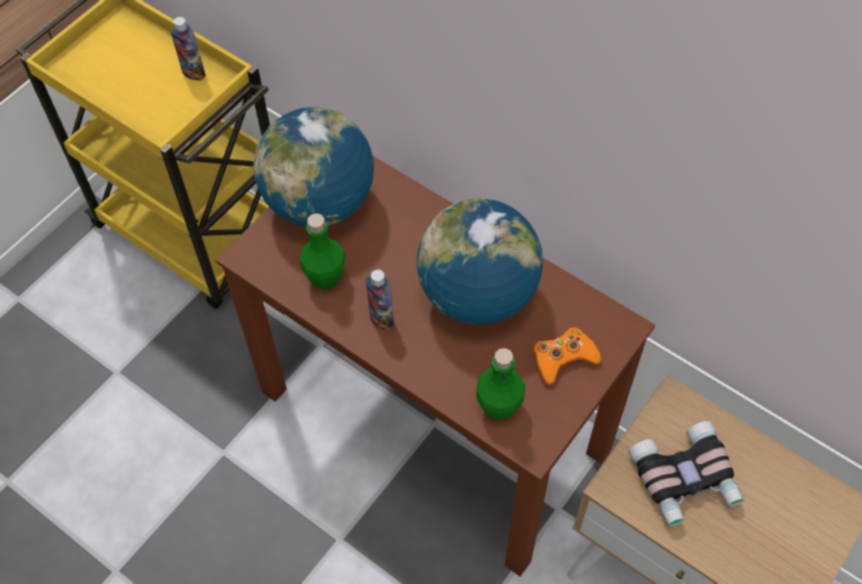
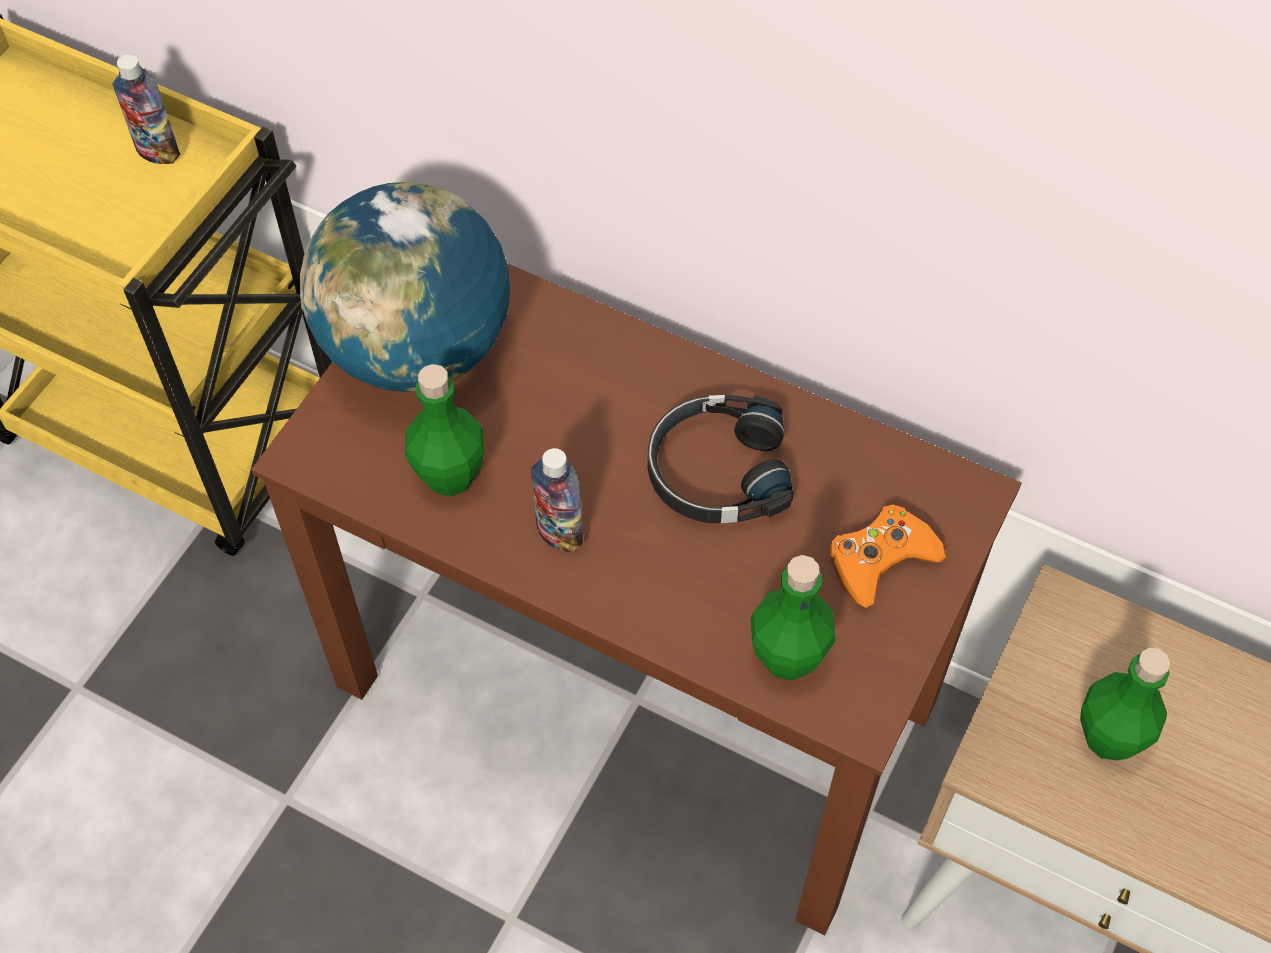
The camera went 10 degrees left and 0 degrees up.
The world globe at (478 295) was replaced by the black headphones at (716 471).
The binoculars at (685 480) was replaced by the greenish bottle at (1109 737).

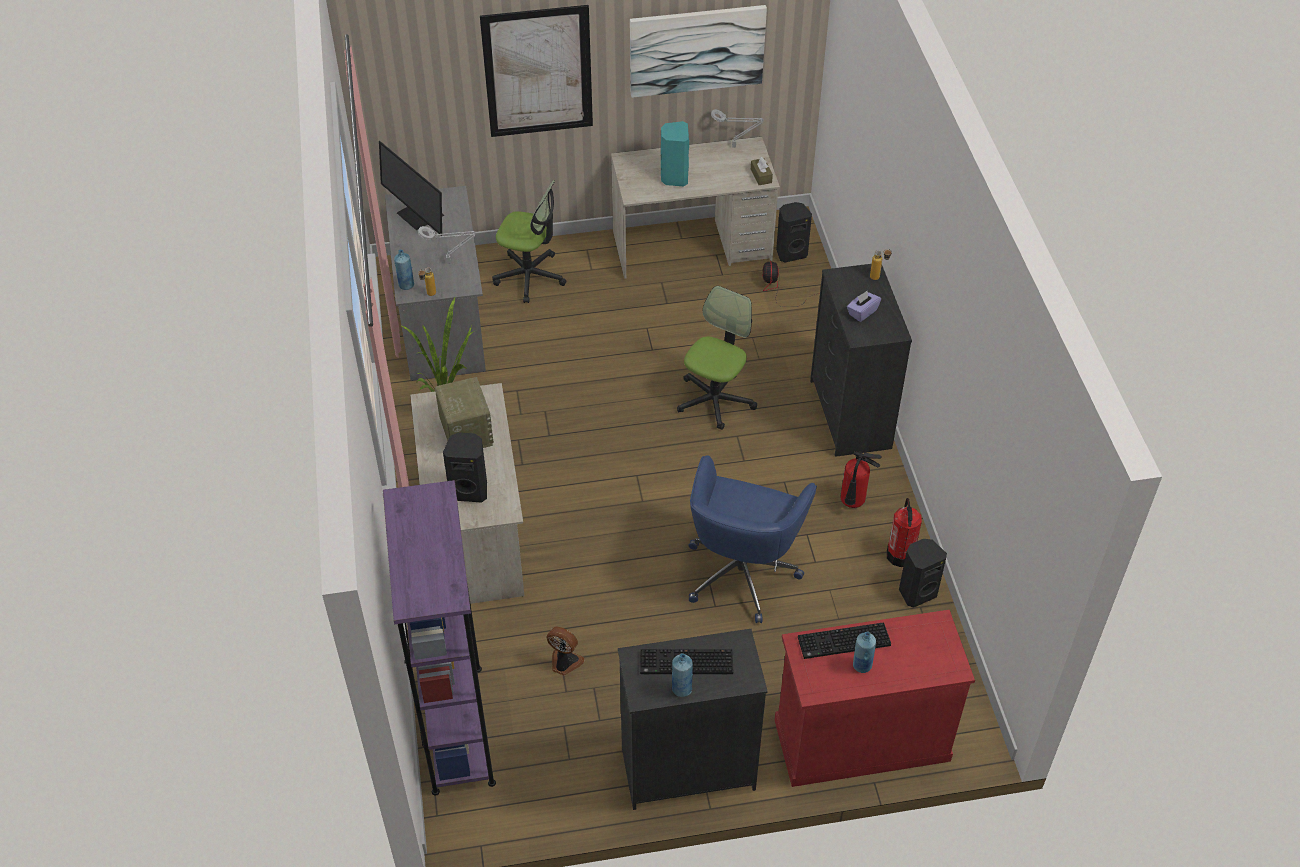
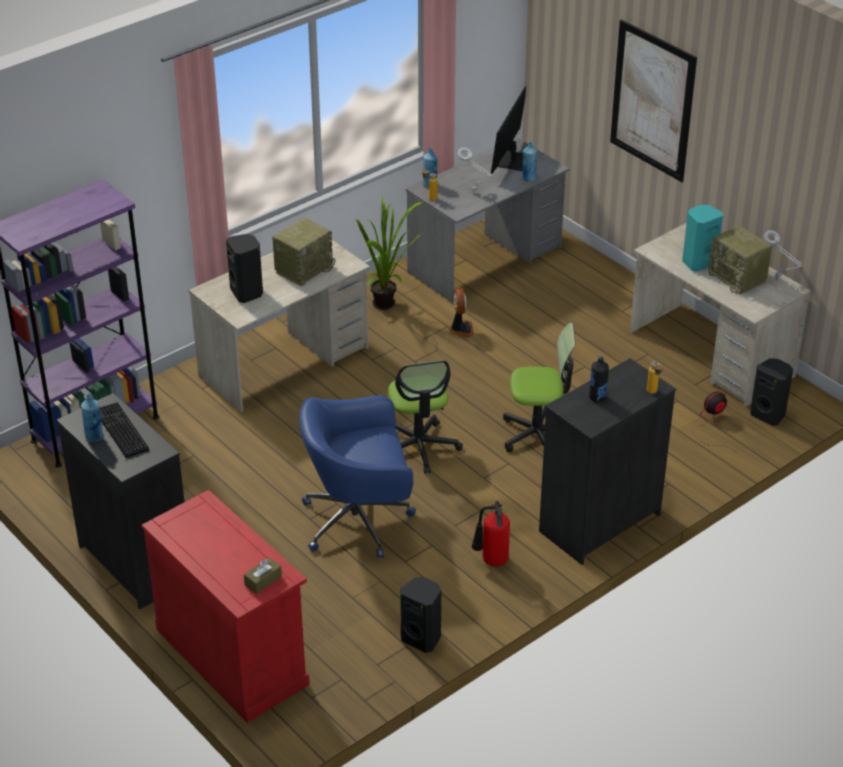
The camera went 60 degrees right and 10 degrees down.
The brown tissue holder moved from (761 176) to (263 580).
The office chair moved from (530 276) to (419 447).
The cooling fan moved from (564 663) to (461 329).
The blue-coloured bottle moved from (861 665) to (529 178).
The purple tissue holder at (862 312) was replaced by the black bottle at (597 398).
The radio set at (738 278) appeared.
The wall art at (697 50) disappeared.
The PC keyboard at (843 643) disappeared.
The fire-fighting cylinder at (900 555) disappeared.

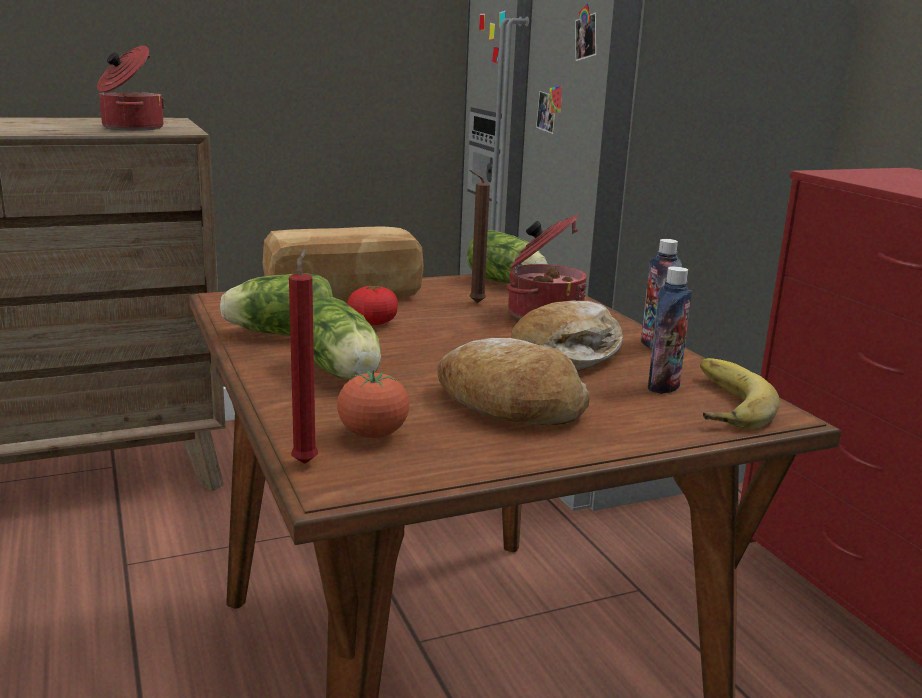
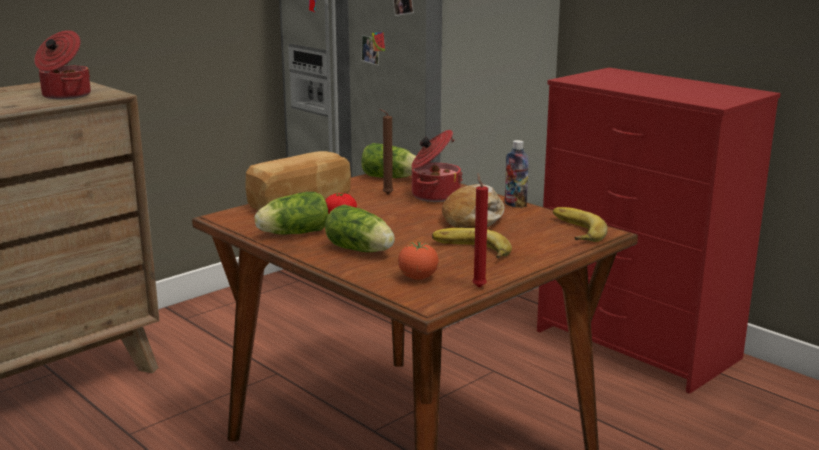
The camera went 20 degrees left and 0 degrees up.
The baked bread at (509 405) was replaced by the banana fruit at (470 251).
The red-coloured candle moved from (306 461) to (478 286).
The bottle at (663 386) disappeared.

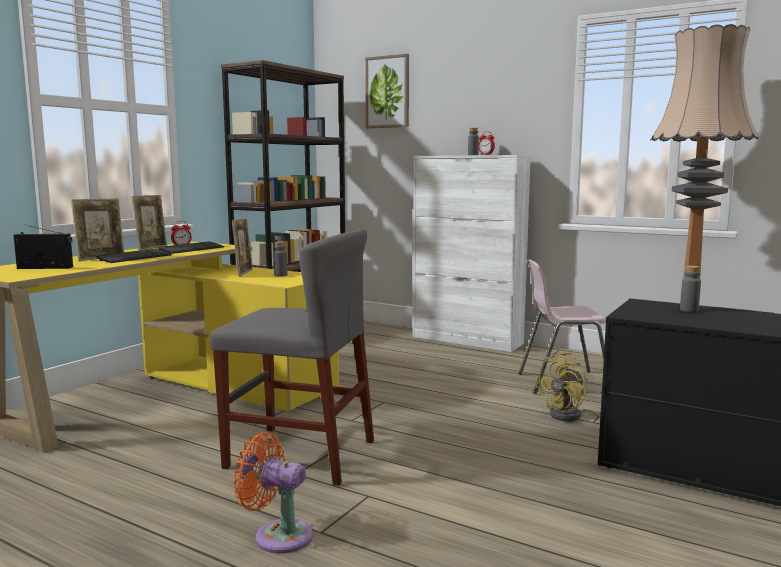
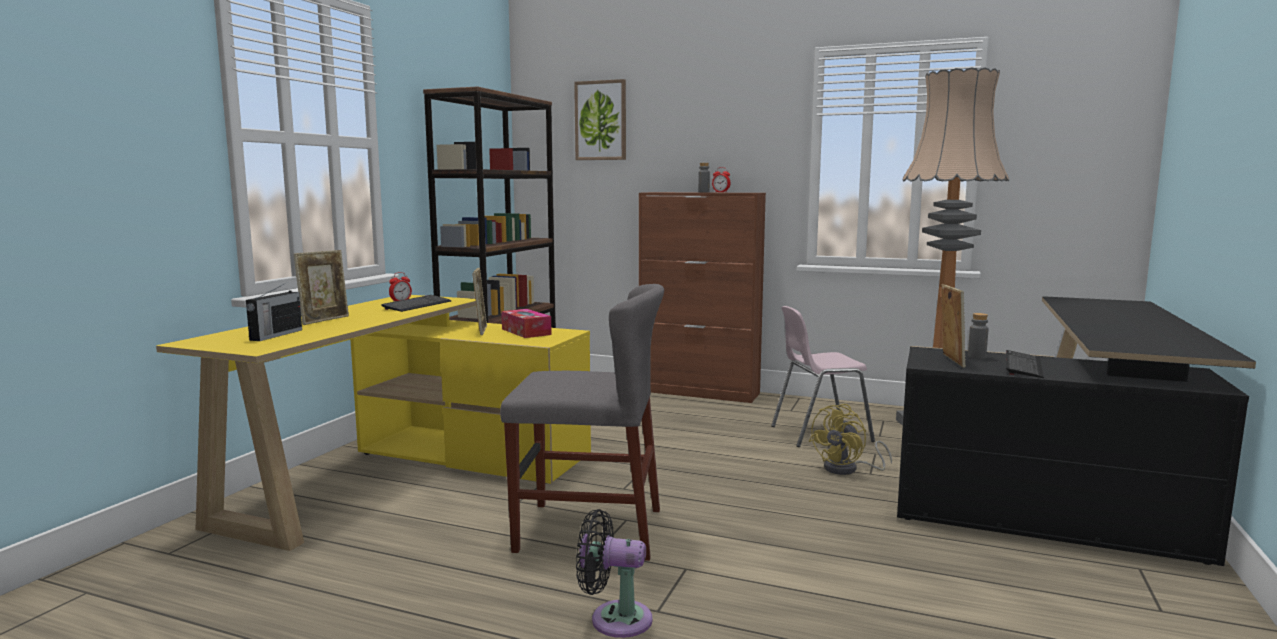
The camera went 10 degrees left and 0 degrees up.
The radio set at (46 268) turned 120 degrees clockwise.
The grey bottle at (281 275) was replaced by the tissue holder at (526 332).
The orange-coloured cooling fan at (278 535) became the black cooling fan at (614 619).
The white cabinet at (467 340) became the brown cabinet at (699 392).
The picture frame moved from (151 248) to (950 360).
The PC keyboard moved from (135 258) to (1023 366).

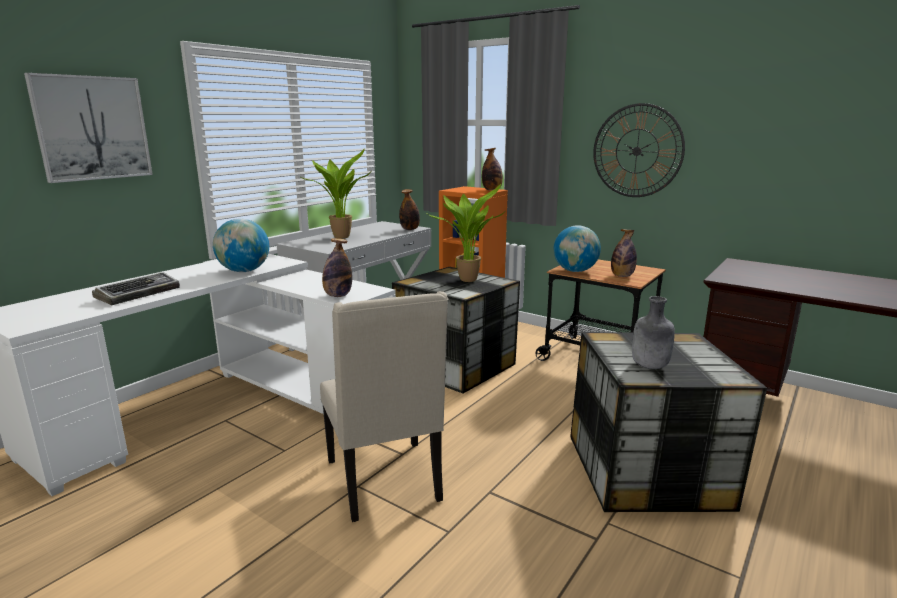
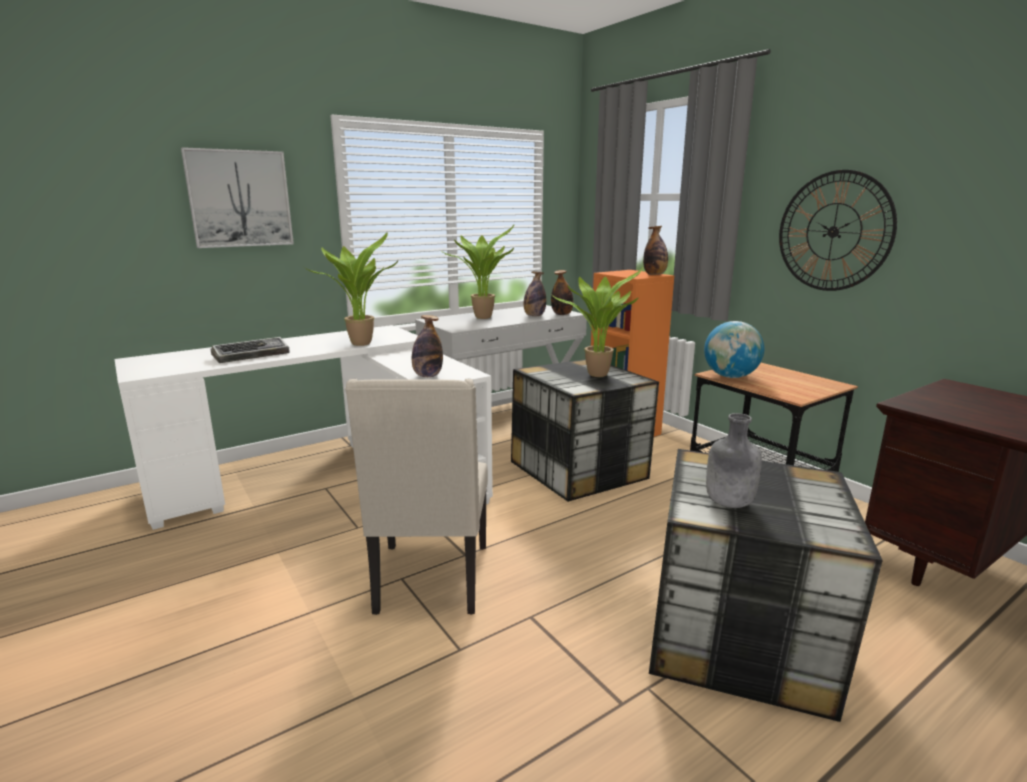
The camera went 20 degrees right and 0 degrees up.
The world globe at (244 271) was replaced by the houseplant at (360 343).
The bottle moved from (622 276) to (534 316).

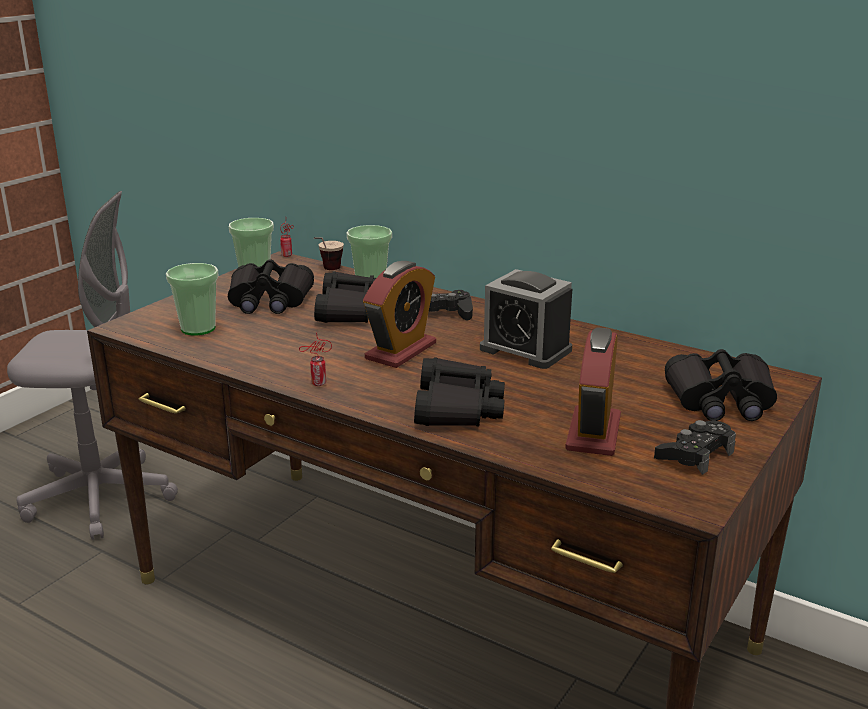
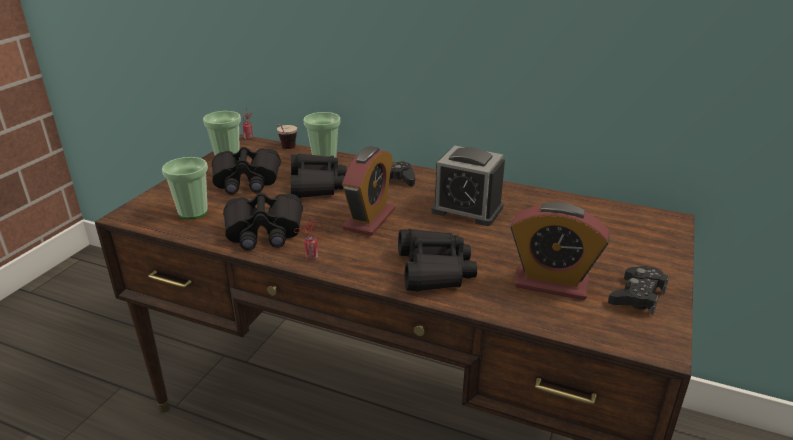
The camera went 10 degrees left and 5 degrees up.
The black binoculars moved from (720 401) to (264 232).
The table clock at (593 433) turned 75 degrees counterclockwise.
The grey office chair at (100 497) disappeared.

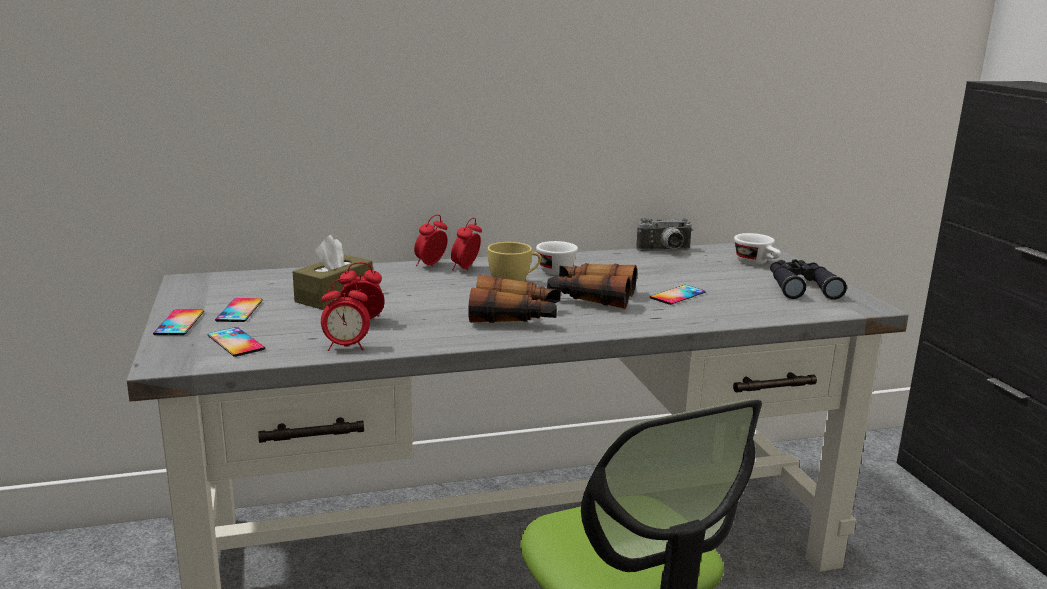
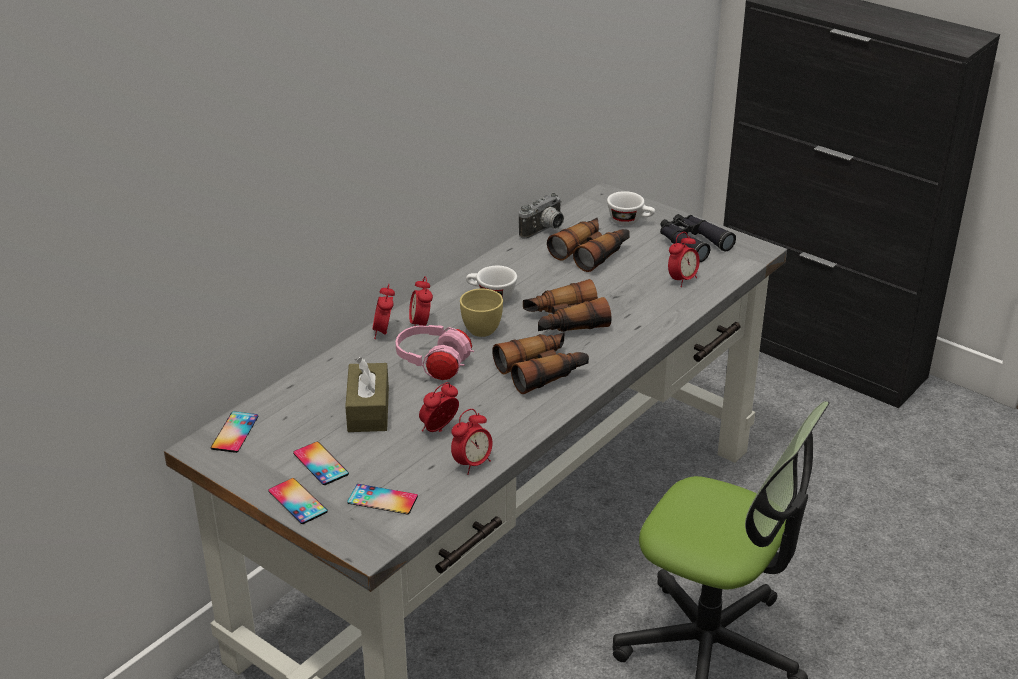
The camera went 35 degrees left and 15 degrees up.
The phone moved from (677 295) to (235 432).
The pink headphones at (434 366) appeared.
The binoculars at (591 252) appeared.
The table clock at (682 280) appeared.

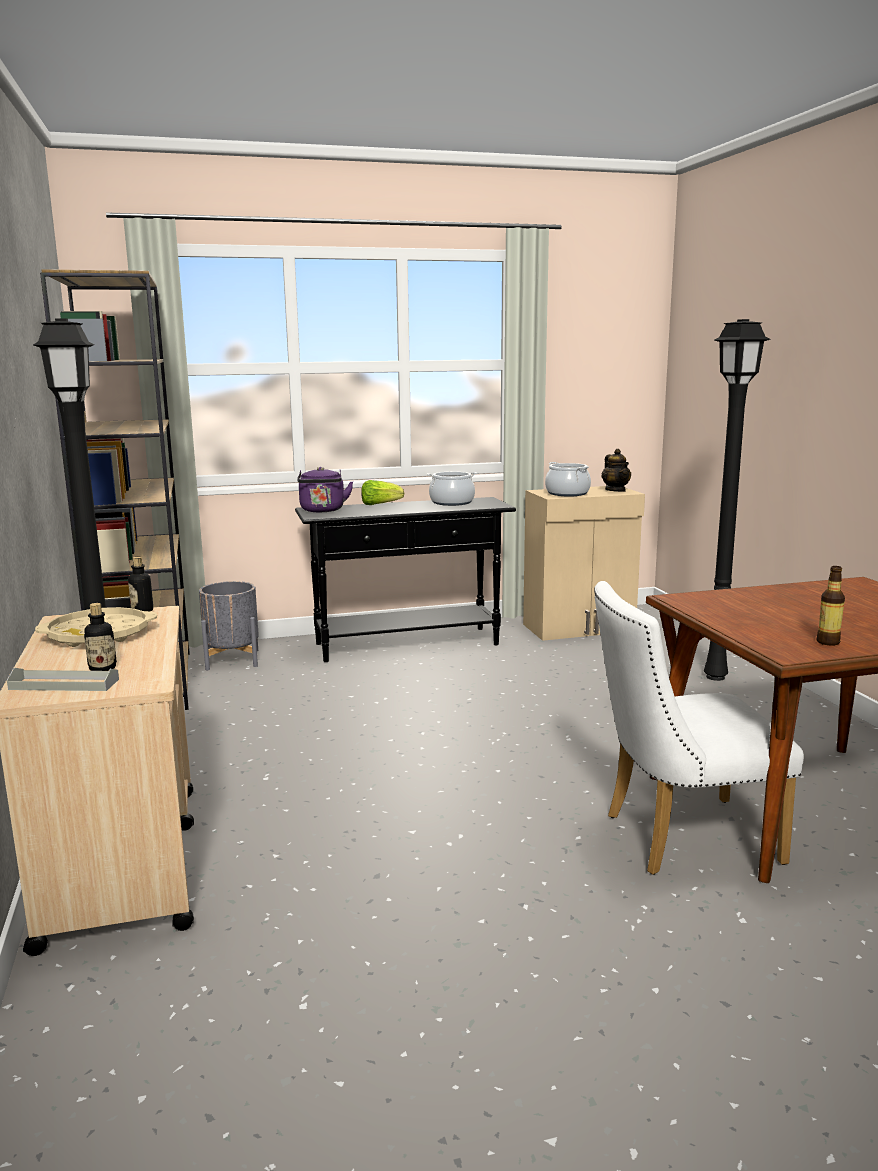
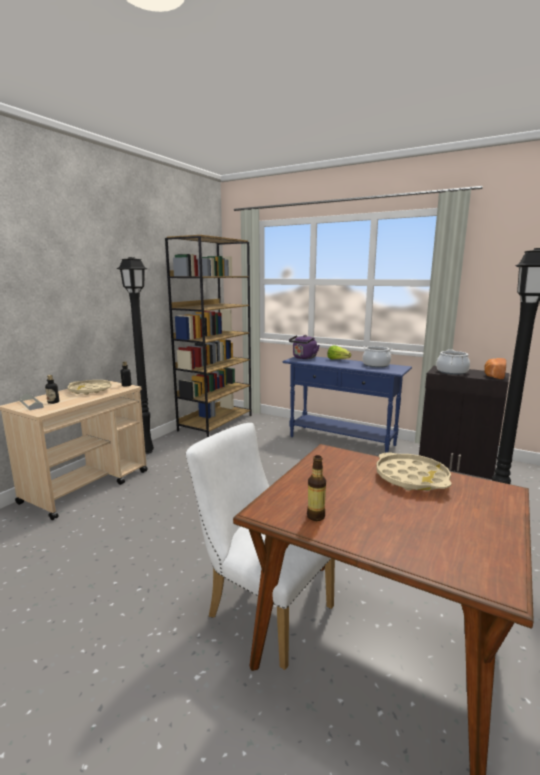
The camera went 45 degrees right and 0 degrees up.
The black hall table at (408 644) became the blue-coloured hall table at (342 441).
The sand-coloured serving tray at (411 478) appeared.
The sand-coloured cabinet at (580 628) became the black cabinet at (457 464).
The teapot at (615 490) was replaced by the baked bread at (493 376).
The grey planter at (232 660) disappeared.

